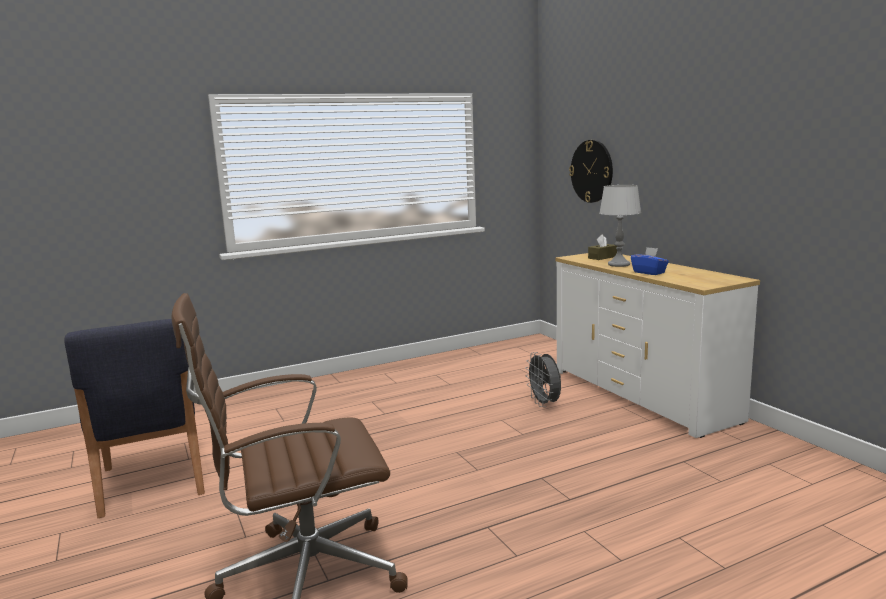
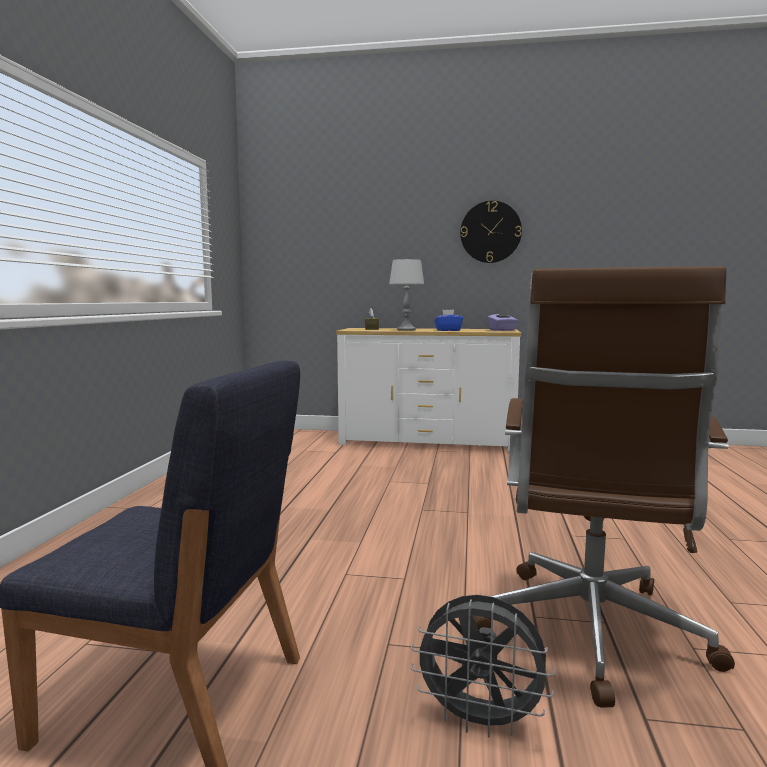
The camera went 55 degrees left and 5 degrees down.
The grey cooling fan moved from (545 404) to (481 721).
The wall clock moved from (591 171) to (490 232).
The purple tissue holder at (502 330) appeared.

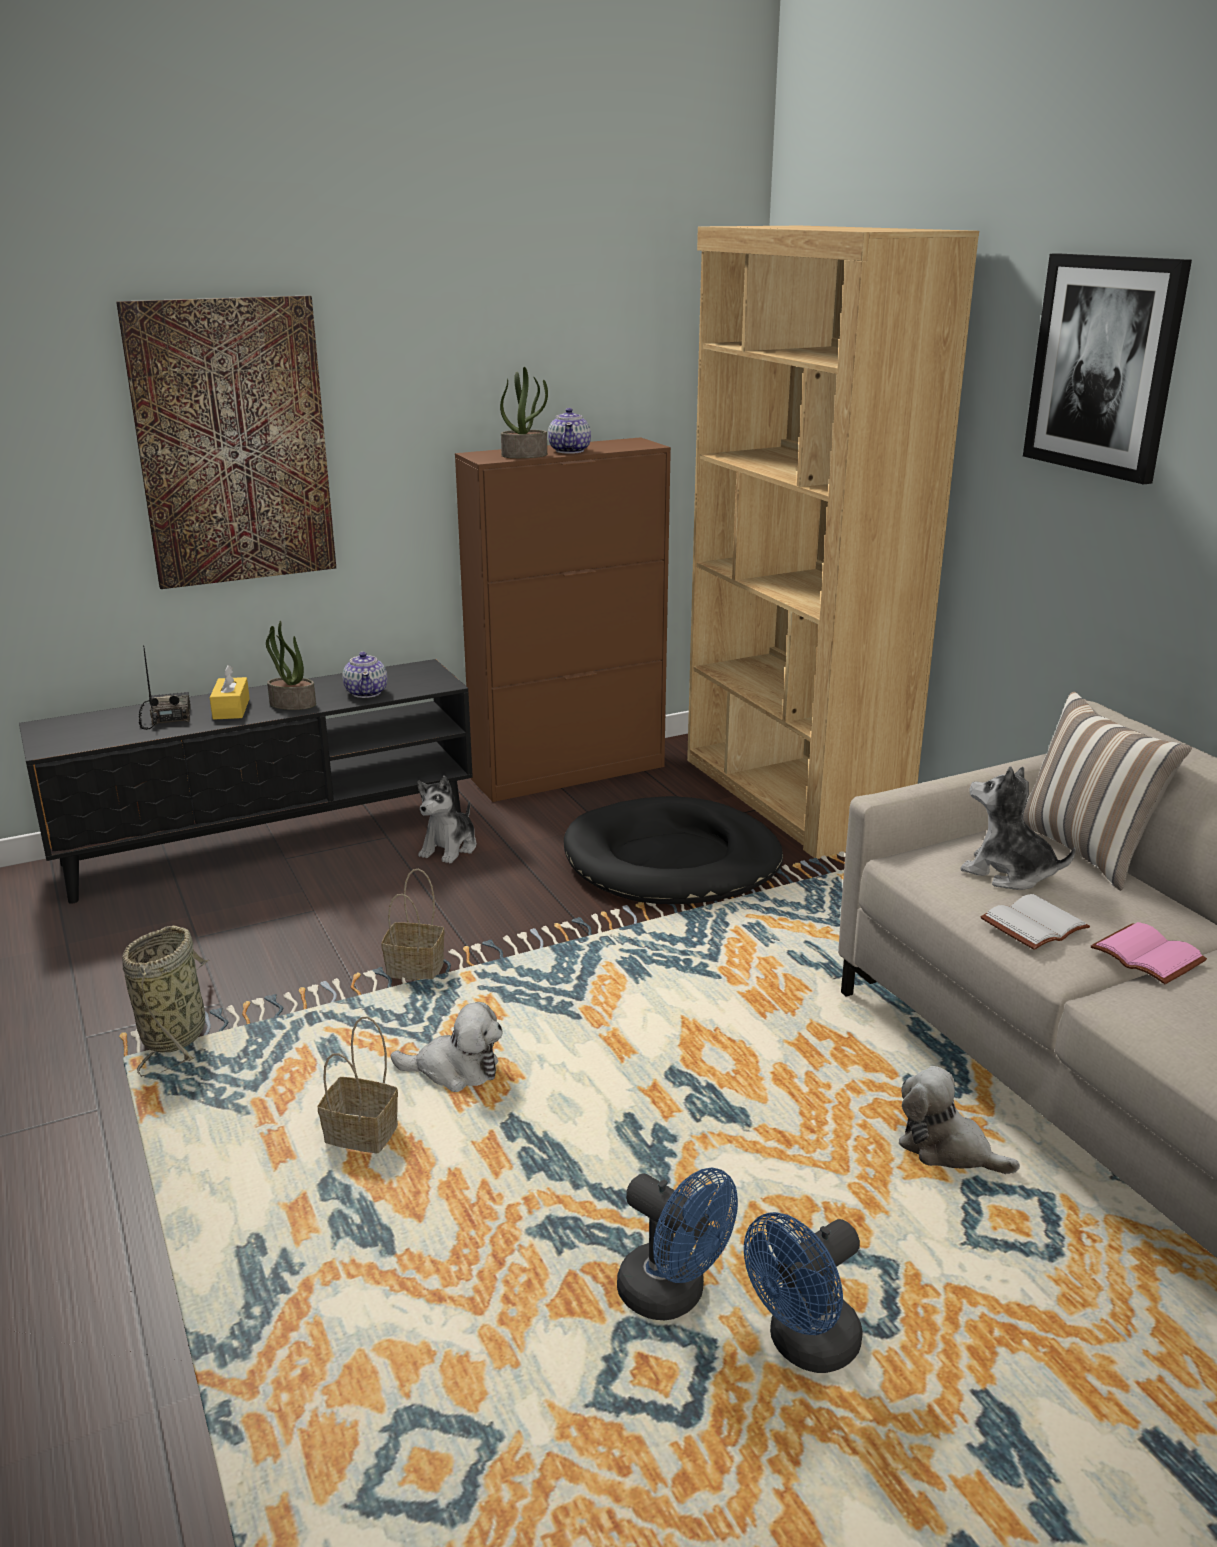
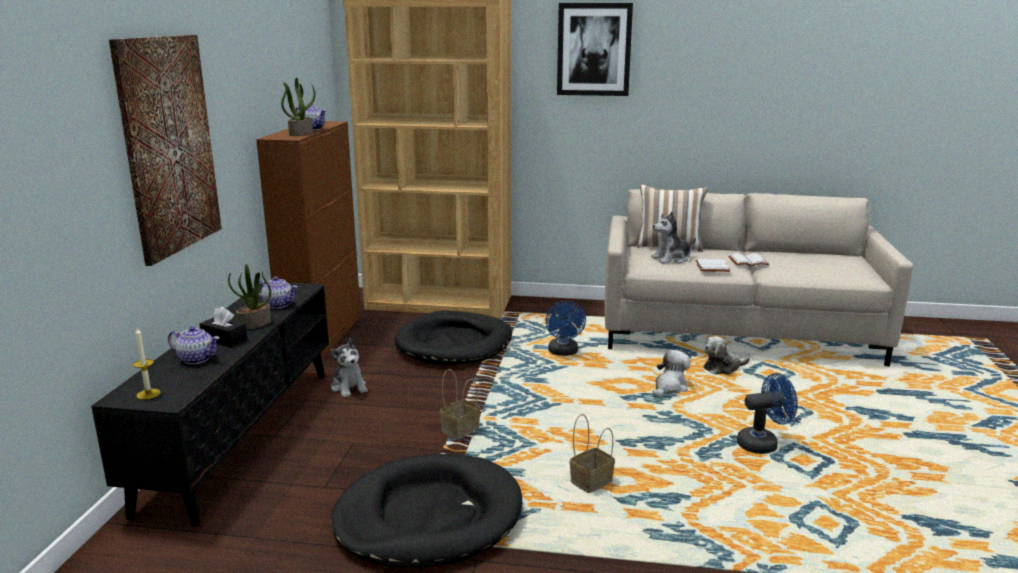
The camera went 55 degrees left and 5 degrees down.
The candle at (148 394) appeared.
The radio set at (166 717) was replaced by the teapot at (196 359).
The yellow tissue holder at (231 709) became the black tissue holder at (224 339).
The basket at (176 1033) was replaced by the black dog bed at (428 517).
The blue-coloured cooling fan moved from (804 1346) to (564 353).
The plush toy moved from (455 1071) to (669 388).
The pink book at (1144 956) became the white book at (748 262).

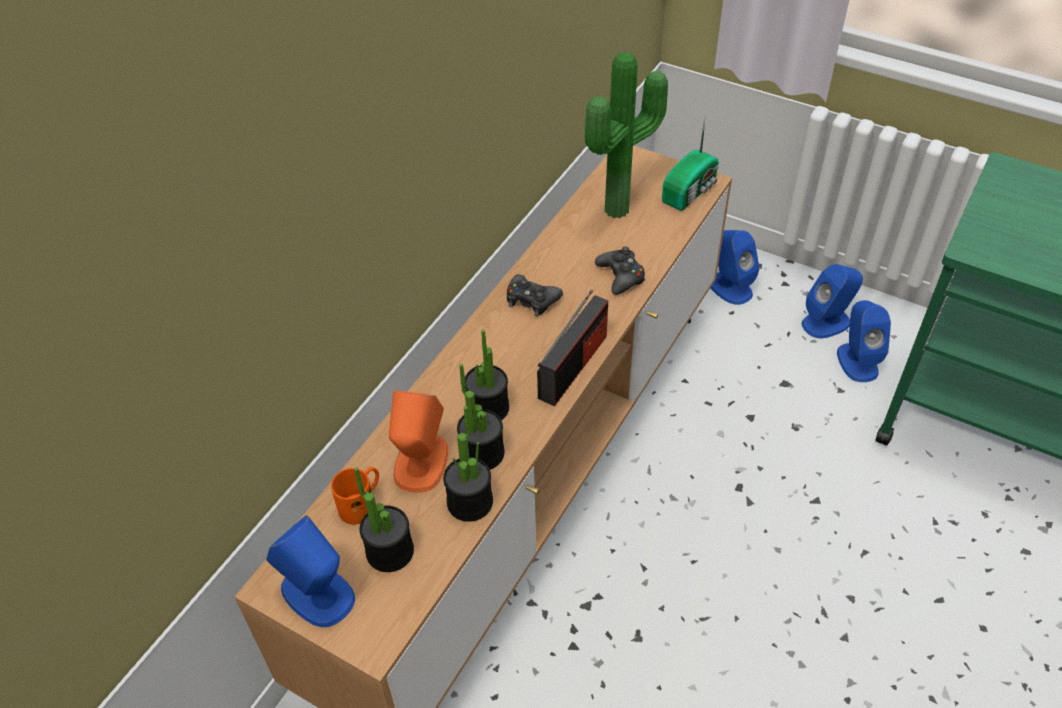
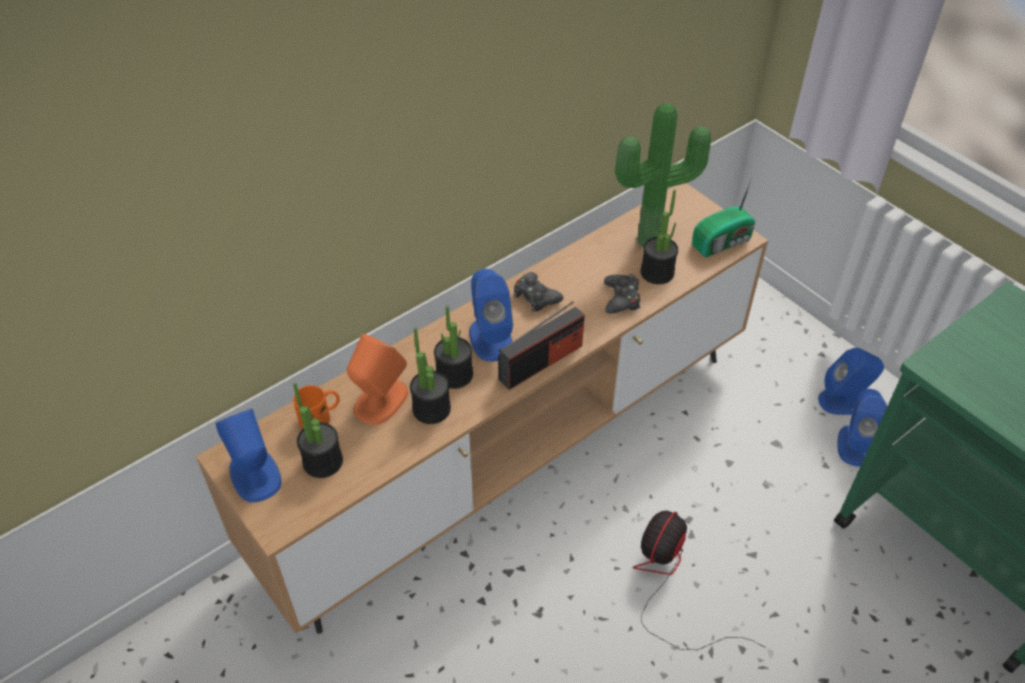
The camera went 20 degrees right and 0 degrees up.
The blue-coloured speaker moved from (729 287) to (490 338).
The cooling fan at (669 583) appeared.
The houseplant moved from (470 502) to (657 272).

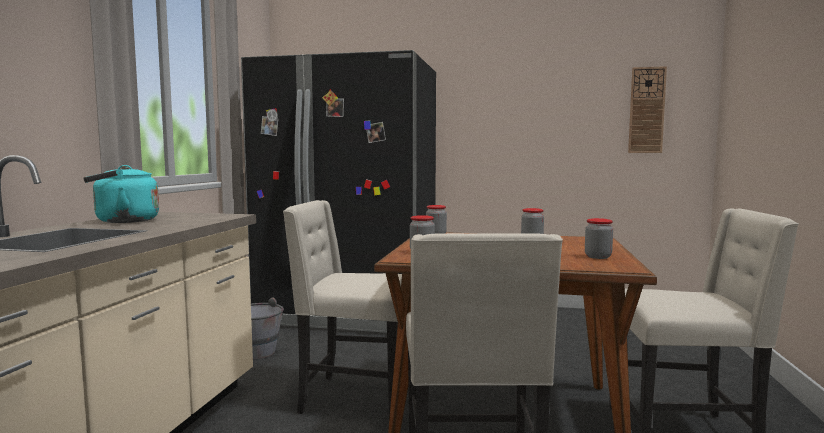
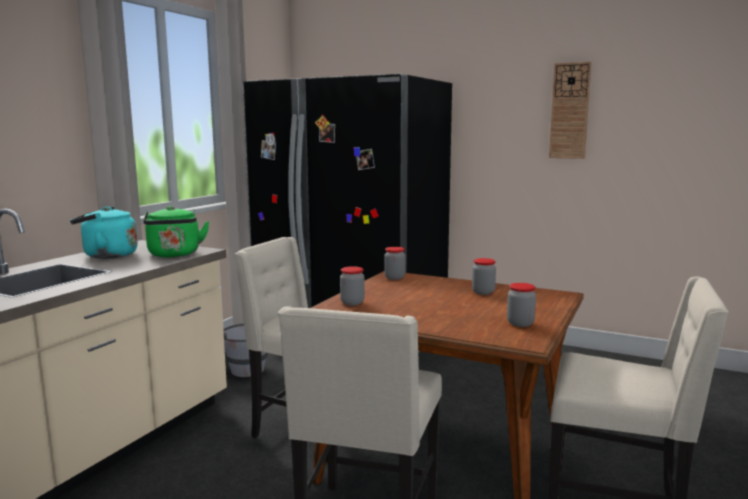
The camera went 15 degrees right and 5 degrees up.
The greenish tea kettle at (174 255) appeared.
The wall clock moved from (646 110) to (569 111).

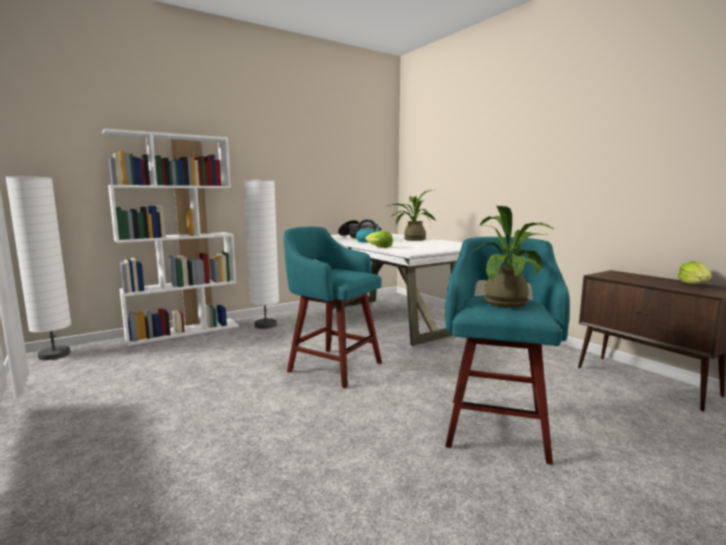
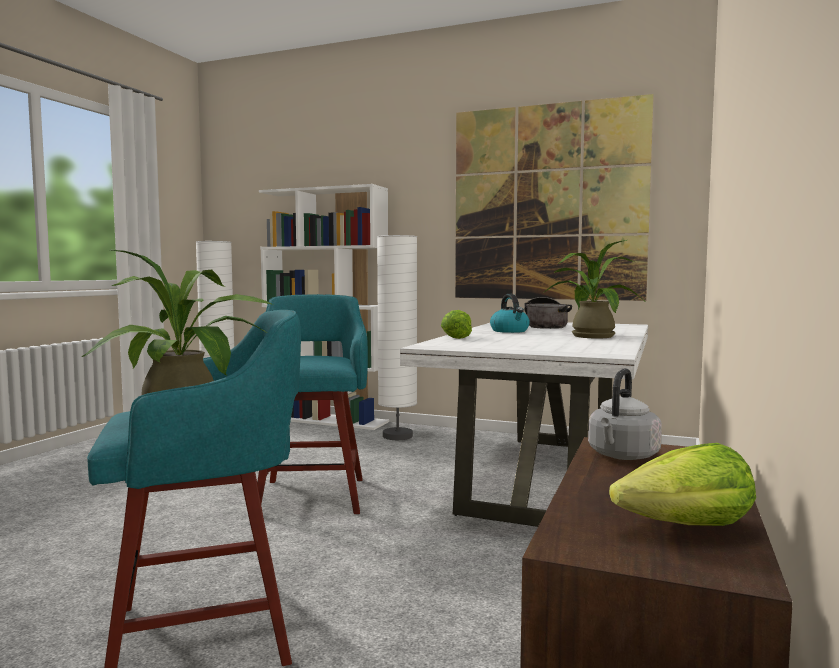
The camera went 55 degrees right and 5 degrees down.
The wall art at (547 203) appeared.
The grey tea kettle at (622 456) appeared.

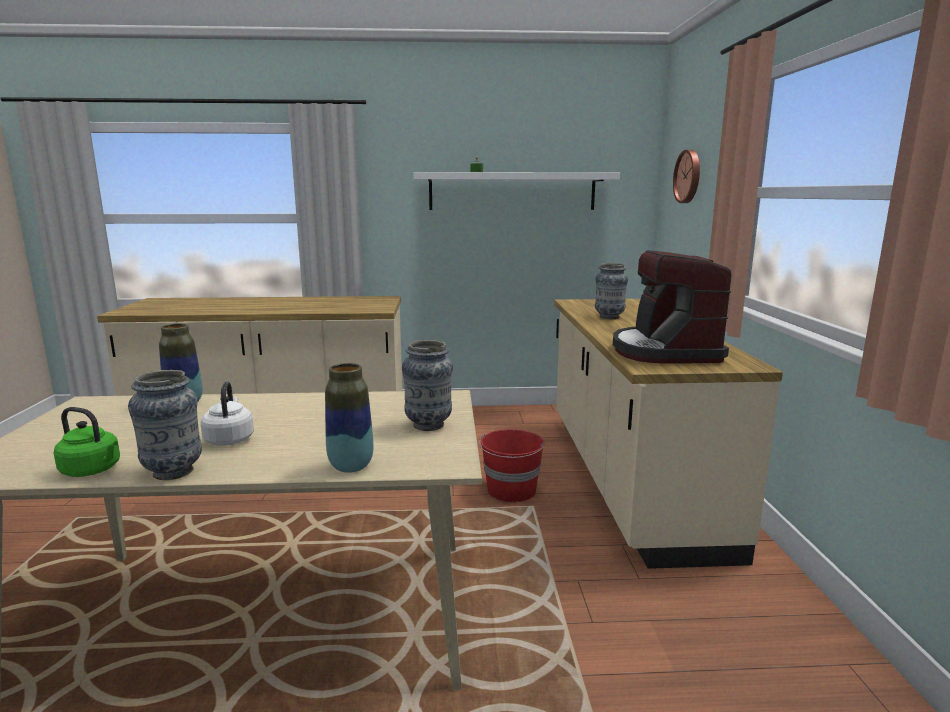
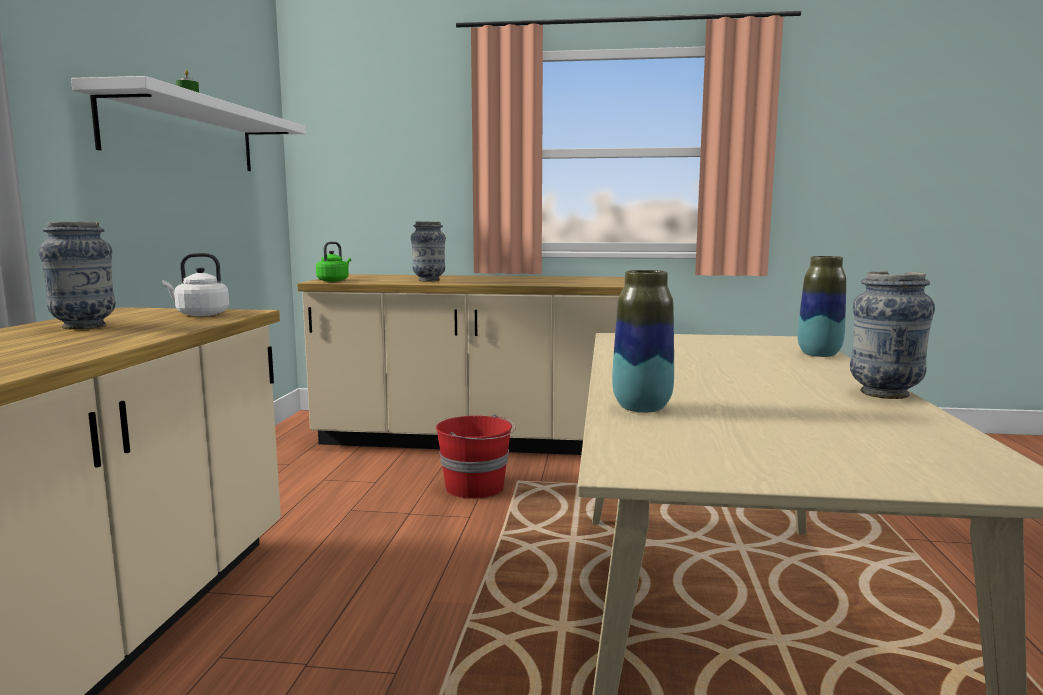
The camera went 80 degrees left and 5 degrees down.
The flower vase moved from (428 425) to (84 326).
The white tea kettle moved from (230 439) to (200 314).
The greenish tea kettle moved from (93 470) to (334 280).
The coffee maker at (665 351) disappeared.
The wall clock at (689 176) disappeared.

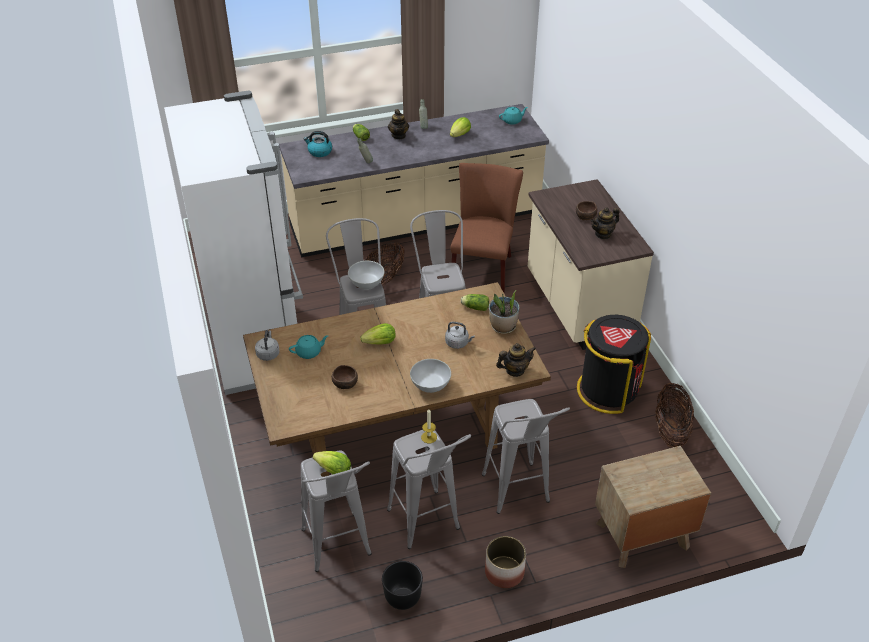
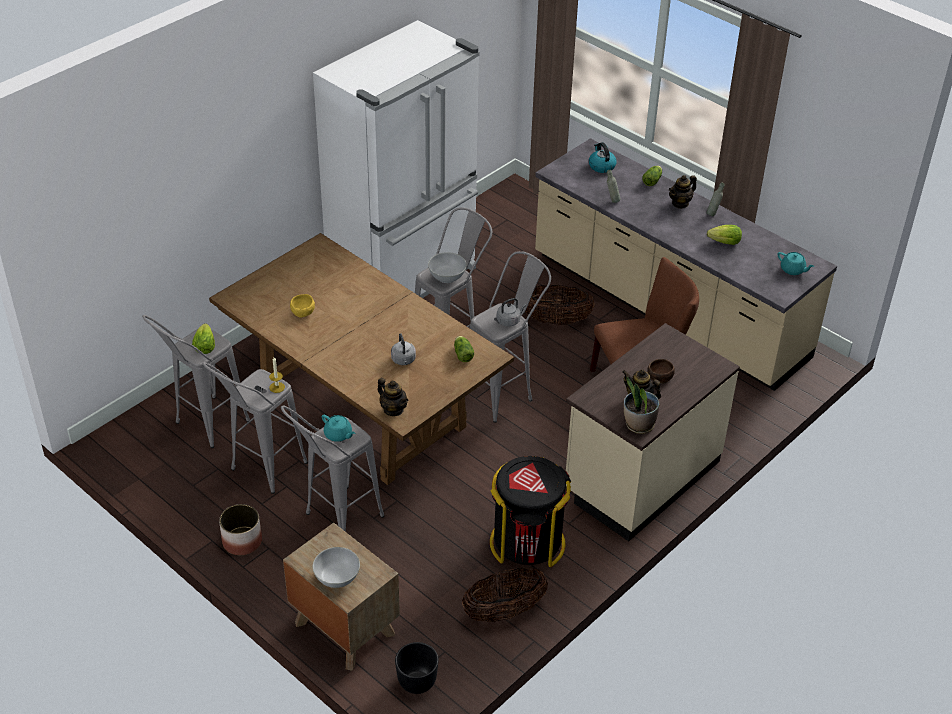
The camera went 60 degrees right and 0 degrees up.
The brown deep dish at (345 383) became the yellow deep dish at (302 312).
The white deep dish moved from (430 385) to (337 578).
The blue-green teapot moved from (309 352) to (338 435).
The black planter moved from (403 598) to (416 682).
The grey tea kettle moved from (268 353) to (509 320).
The houseplant moved from (503 327) to (638 425).
The lettuce head at (380 343) disappeared.

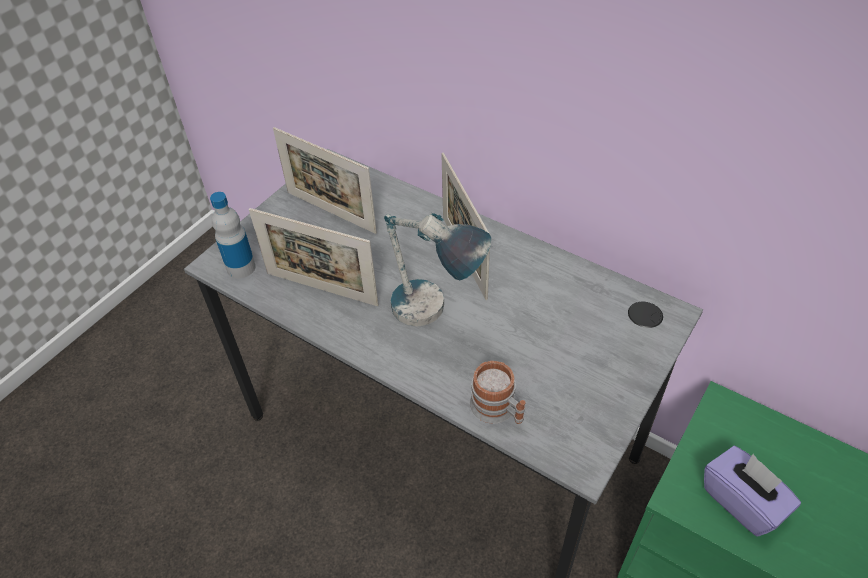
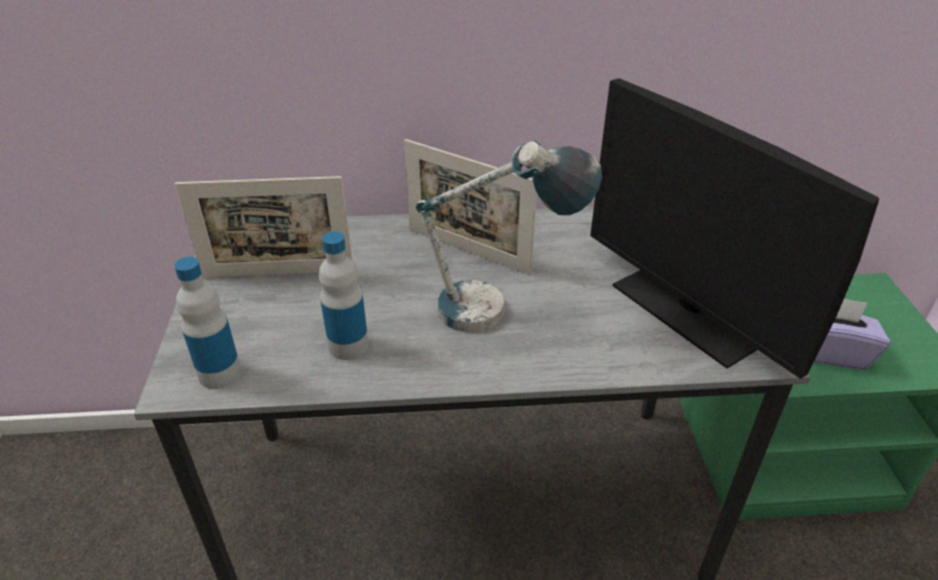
The camera went 40 degrees left and 10 degrees down.
The picture frame at (321 289) was replaced by the bottle at (348 346).
The monitor at (689 311) appeared.
The coffee mug at (498 409) disappeared.

